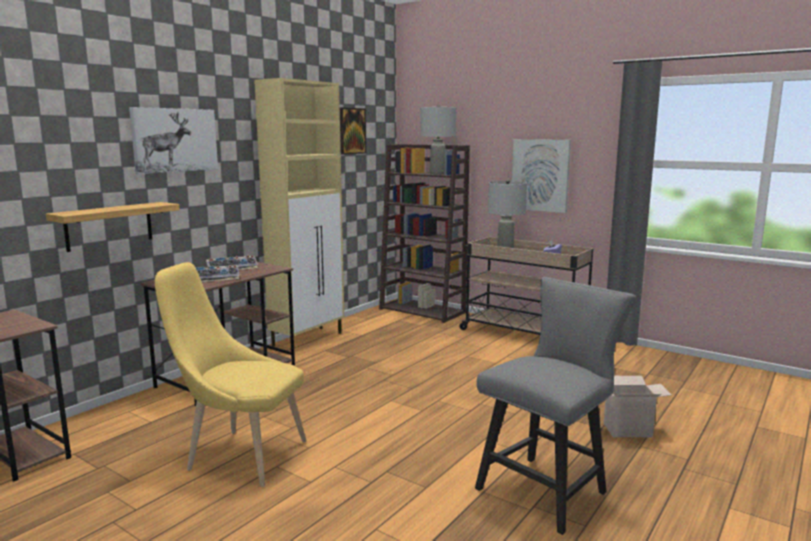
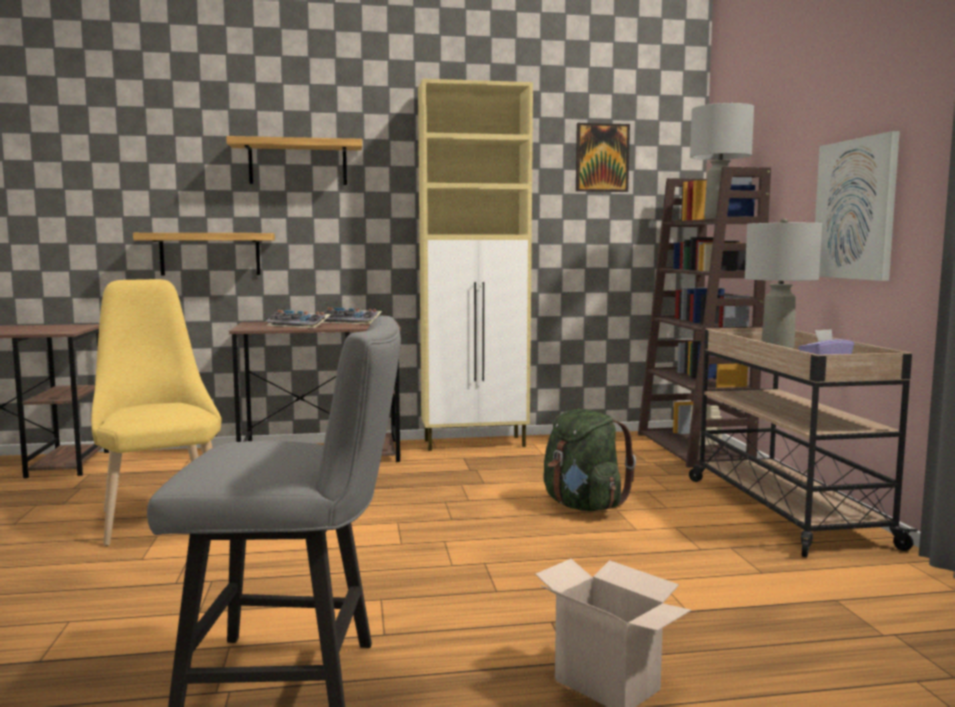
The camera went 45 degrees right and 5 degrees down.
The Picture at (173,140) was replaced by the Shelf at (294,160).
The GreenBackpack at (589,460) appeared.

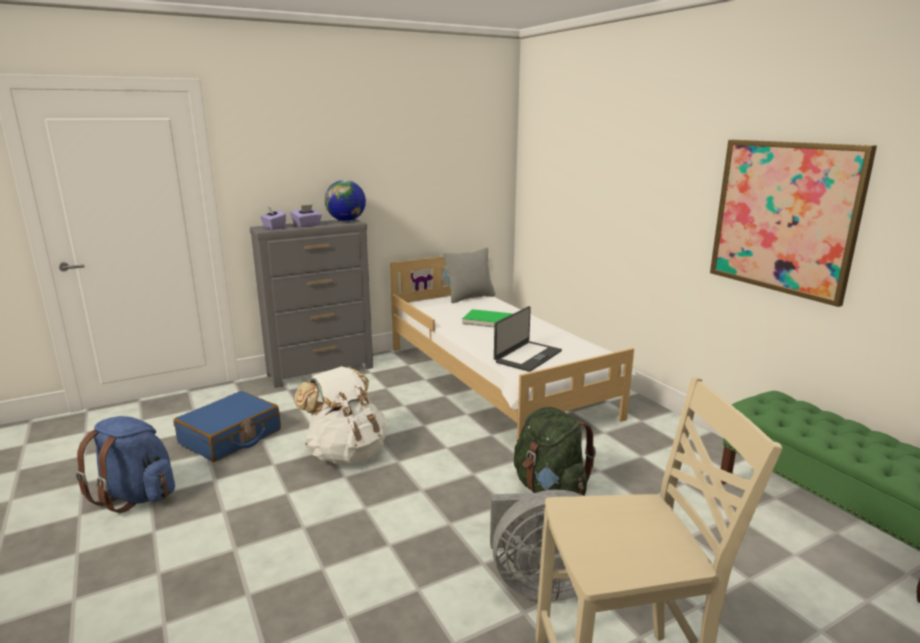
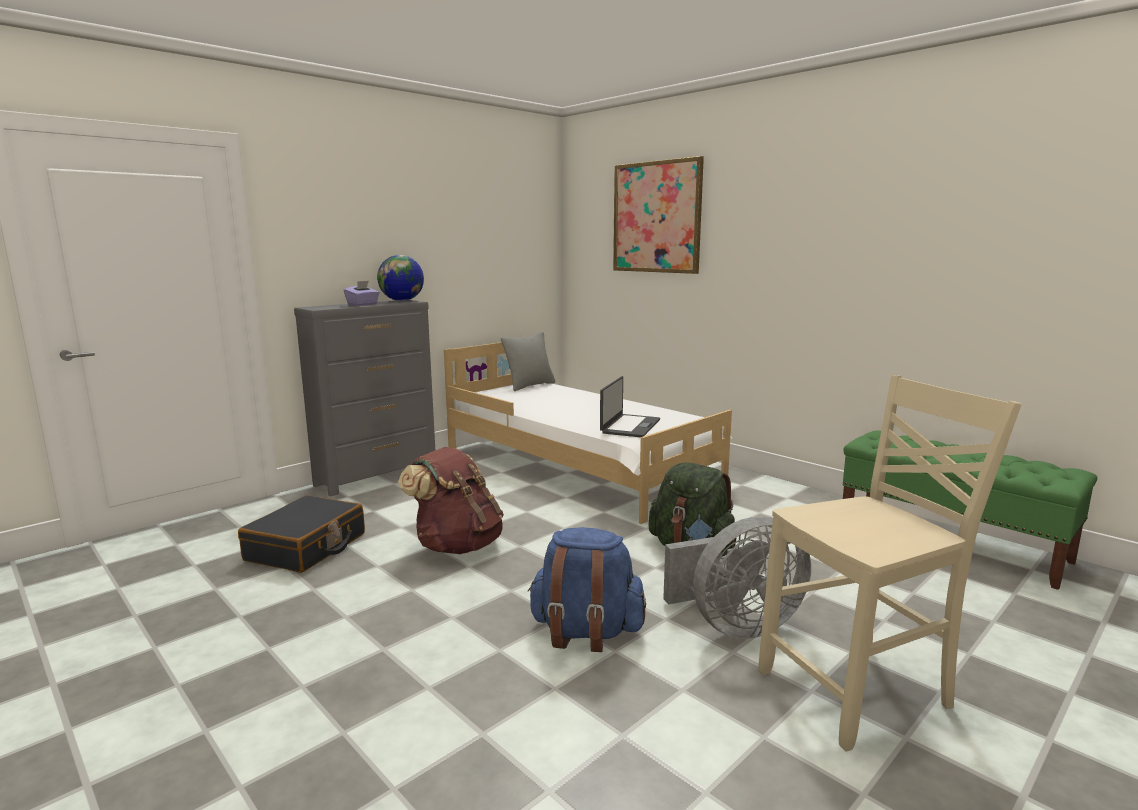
The camera went 15 degrees left and 5 degrees down.
The BlueBackpack moved from (125,464) to (587,589).
The BlueSuitcase at (227,426) became the BlackSuitcase at (301,534).
The PurpleTissueBox at (273,218) disappeared.
The WhiteBackpack at (340,415) became the BrownBackpack at (451,500).
The GreenBook at (487,318) disappeared.
The Picture moved from (793,223) to (658,215).

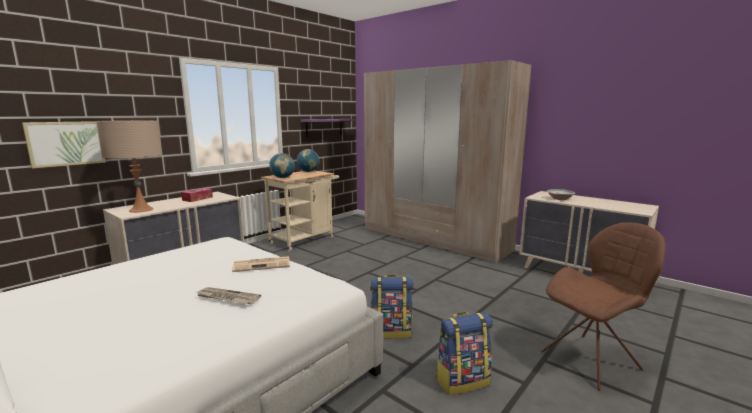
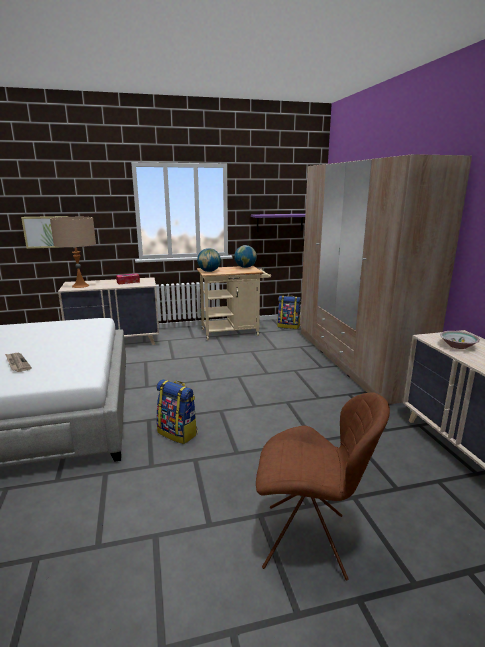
The camera went 35 degrees right and 5 degrees up.
The Newspaper at (261,264) disappeared.
The Backpack moved from (464,353) to (289,312).

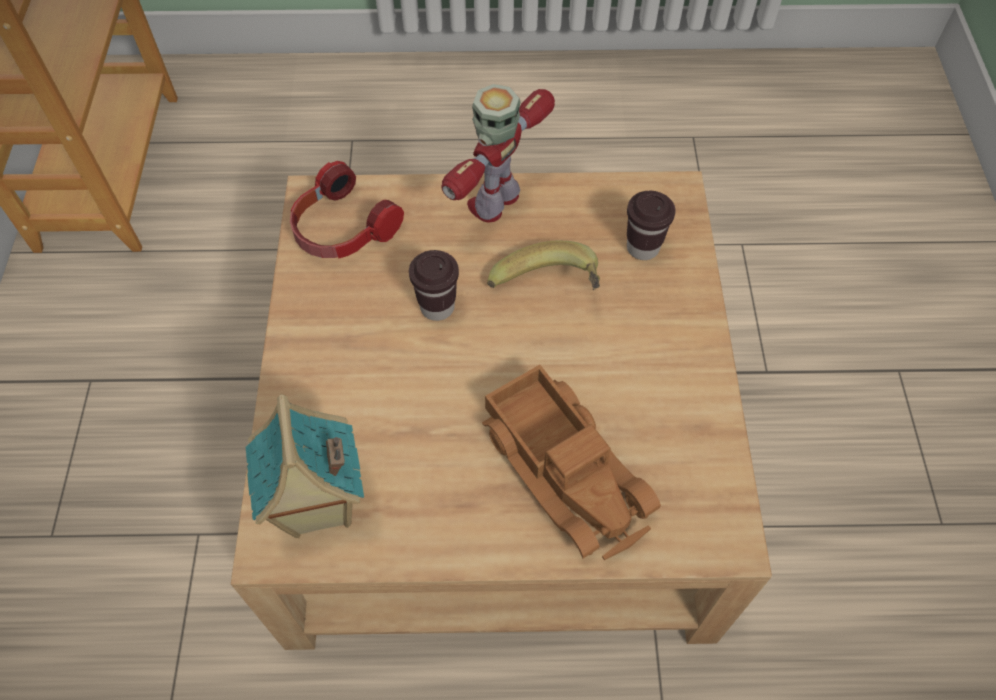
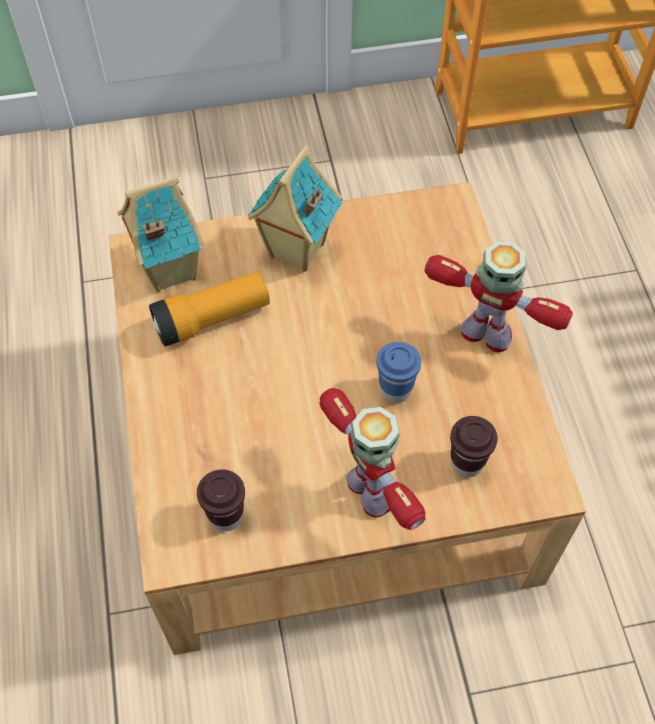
The camera went 80 degrees right and 0 degrees up.
The Headphones at (347,210) disappeared.
The BrownCup moved from (434,285) to (221,500).
The ToyTruck at (571,462) disappeared.
The Banana at (543,265) was replaced by the BlueCup at (399,372).
The Flashlight at (209,309) appeared.
The ToyHouse at (295,208) appeared.
The ToyRobot at (373,459) appeared.

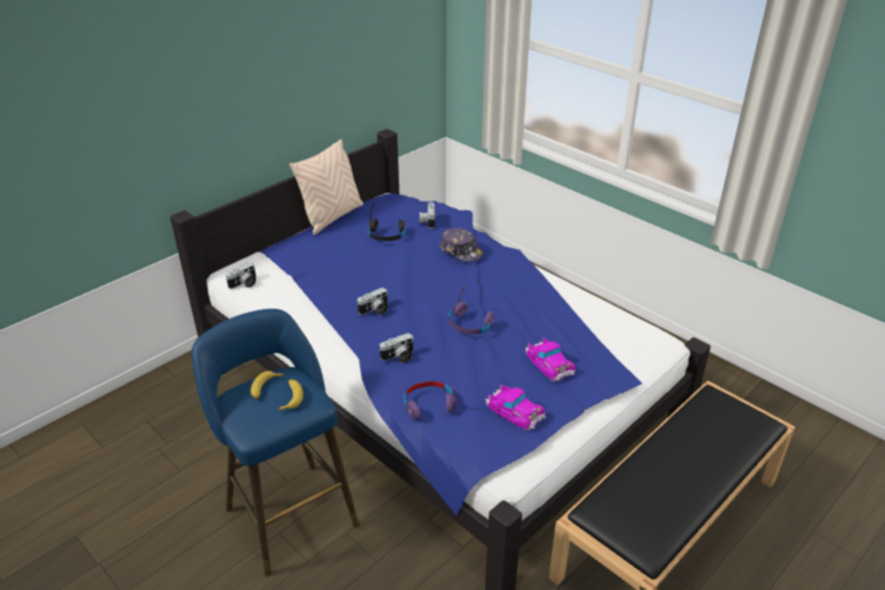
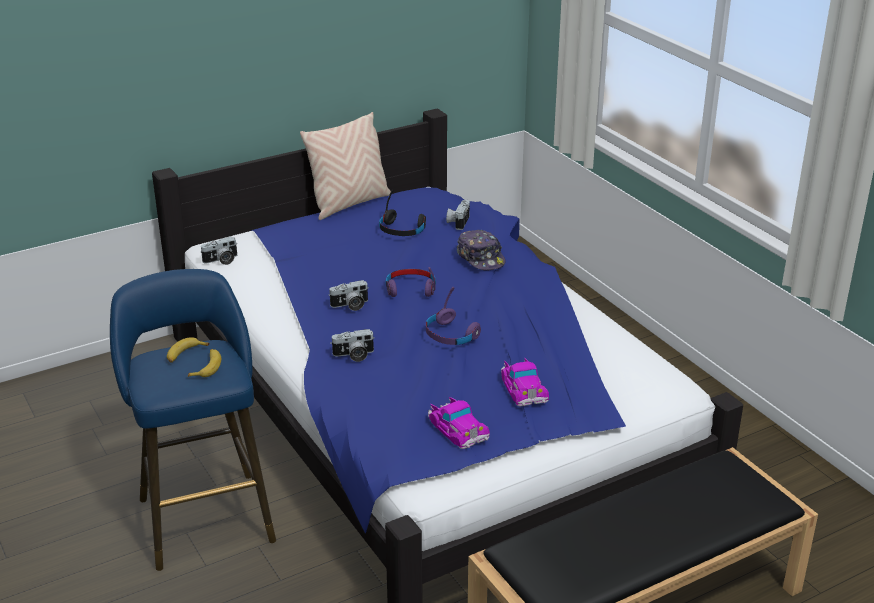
The camera went 15 degrees right and 5 degrees down.
The PurpleHeadphones moved from (430,400) to (411,282).

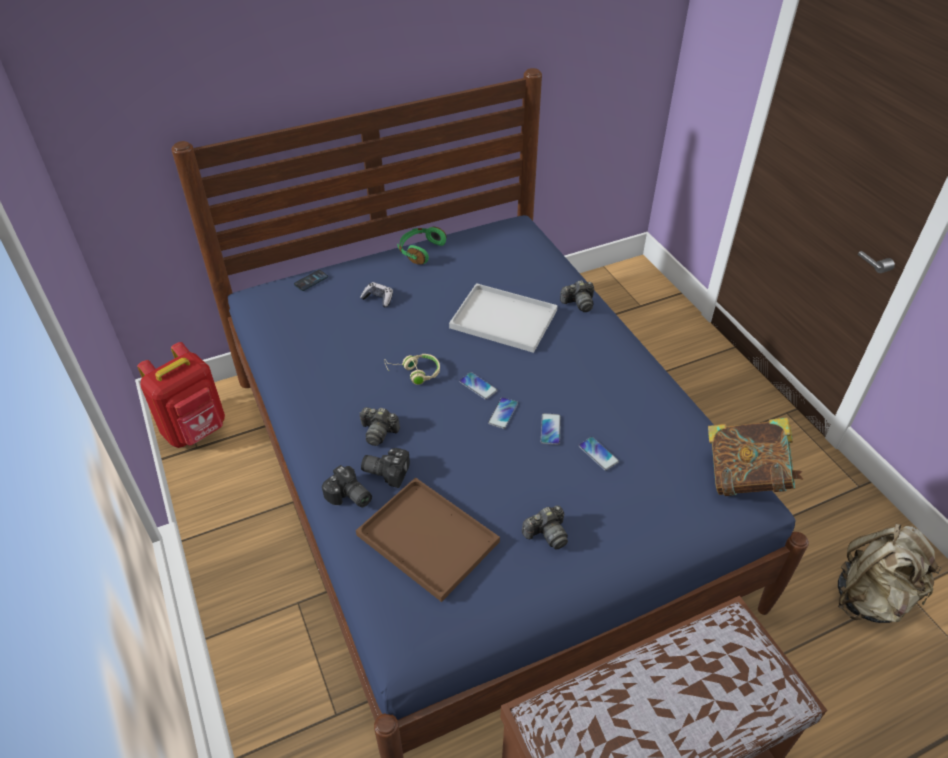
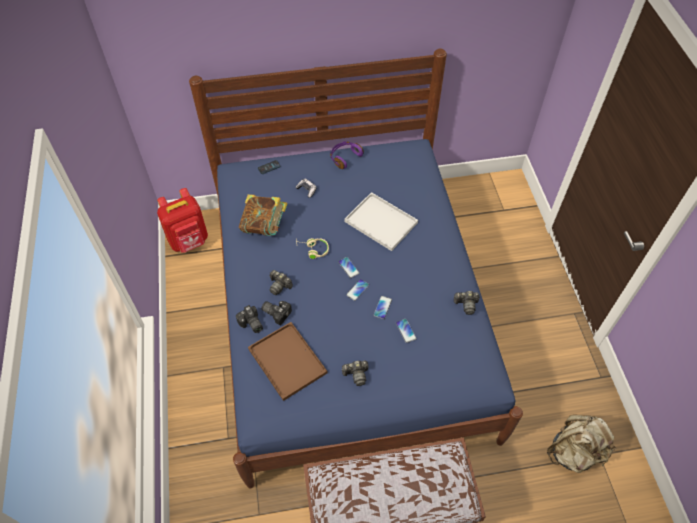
The camera went 15 degrees right and 10 degrees up.
The GreenHeadphones at (422,246) became the PurpleHeadphones at (347,155).
The PhotoCamera moved from (577,296) to (467,303).
The Book moved from (755,456) to (263,215).

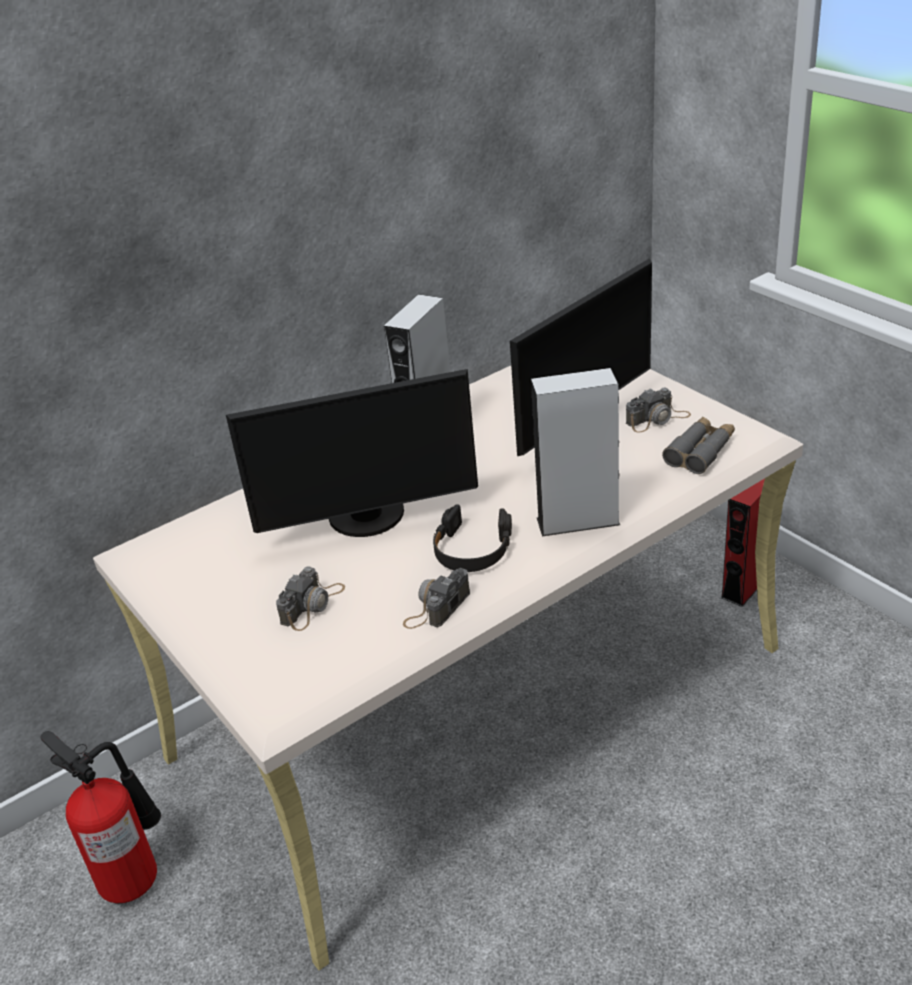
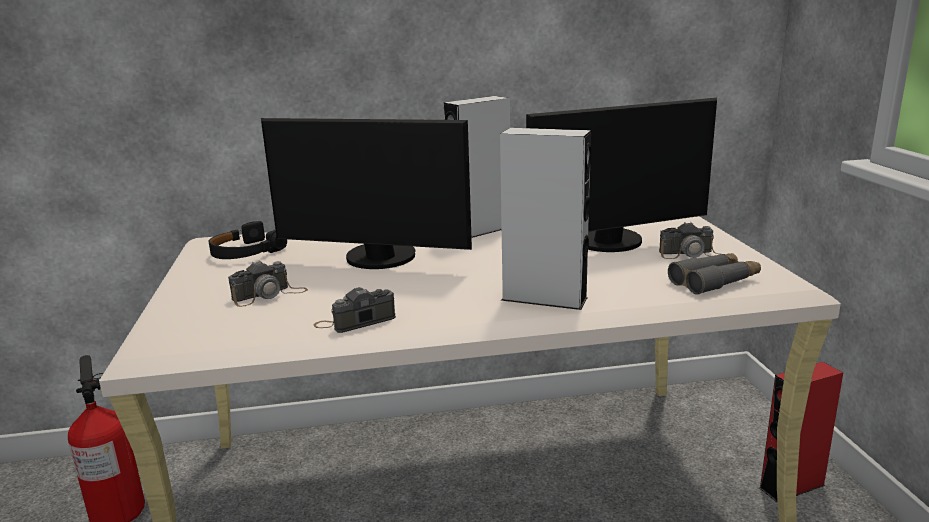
The camera went 25 degrees right and 15 degrees down.
The BlackHeadphones moved from (472,538) to (248,240).

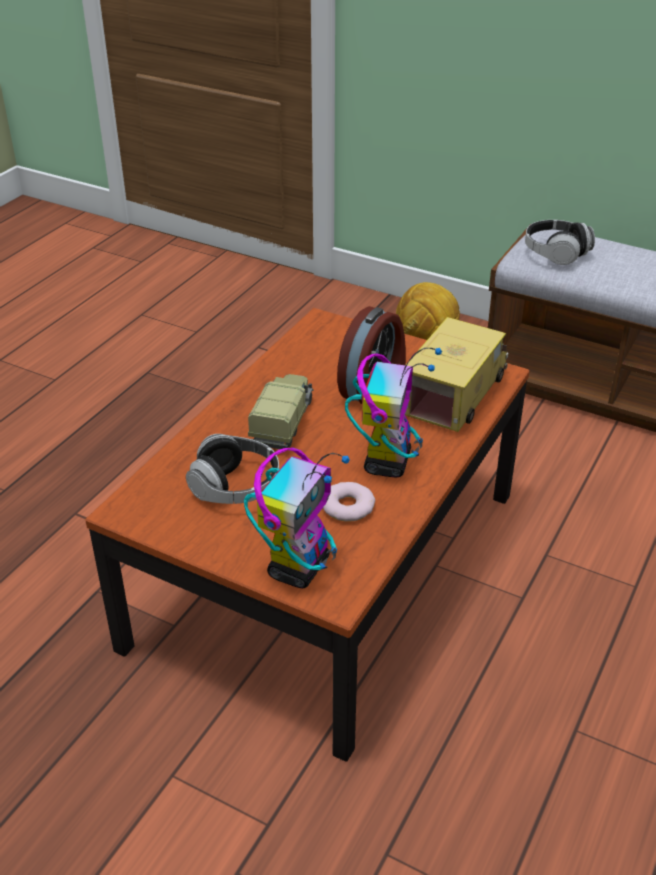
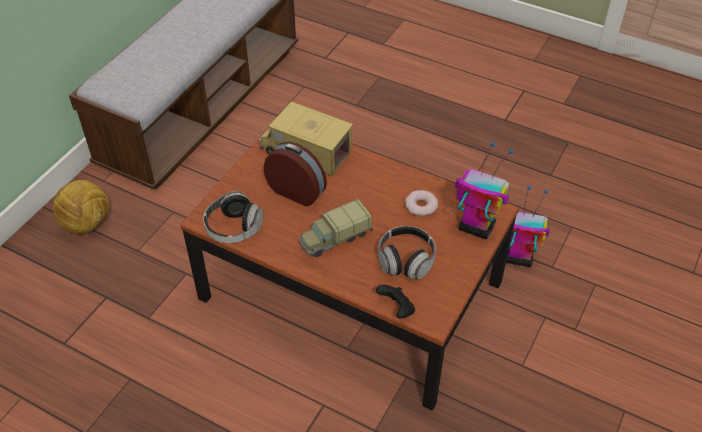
The camera went 90 degrees left and 10 degrees up.
The ToyTruck at (281,411) turned 45 degrees counterclockwise.
The ToyRobot moved from (393,412) to (528,226).
The Headphones moved from (560,242) to (233,217).
The BlackGameController at (395,302) appeared.

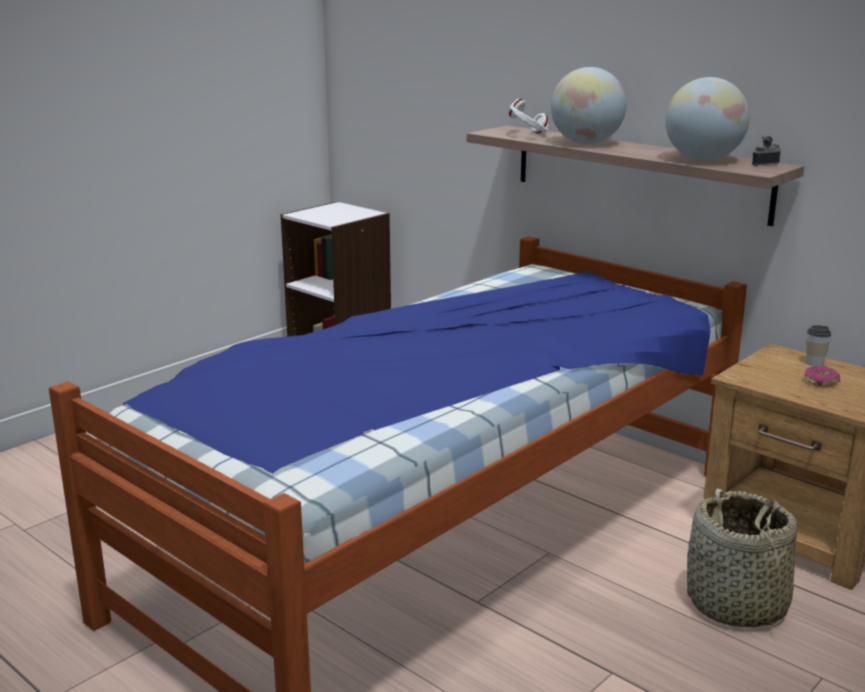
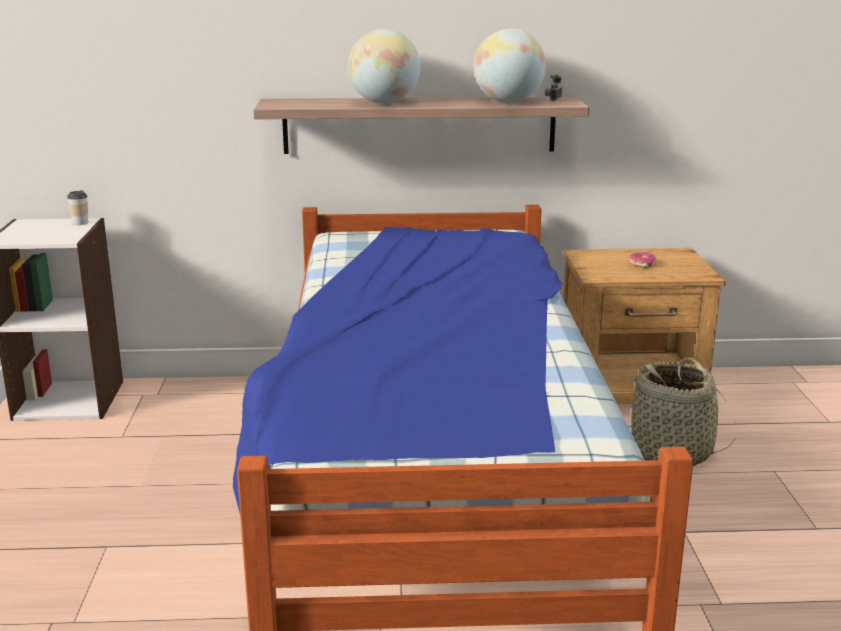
The camera went 45 degrees left and 0 degrees up.
The WhiteHeadphones at (528,116) disappeared.
The Cup moved from (818,345) to (77,207).

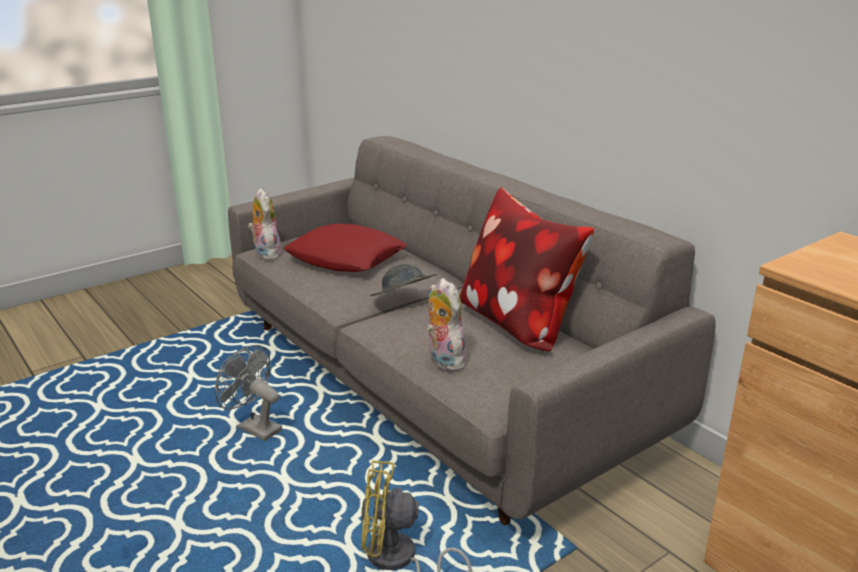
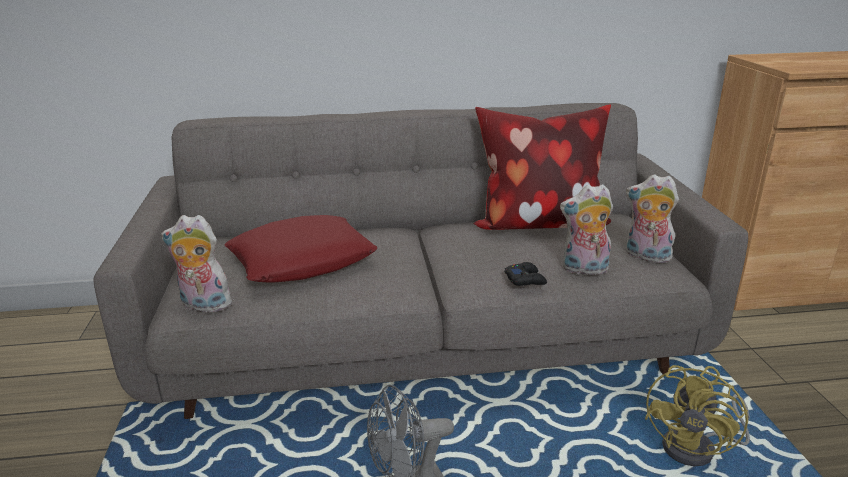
The camera went 60 degrees left and 0 degrees up.
The GreyHat at (403,280) disappeared.
The BlackGameController at (526,274) appeared.
The PlushToy at (652,218) appeared.

